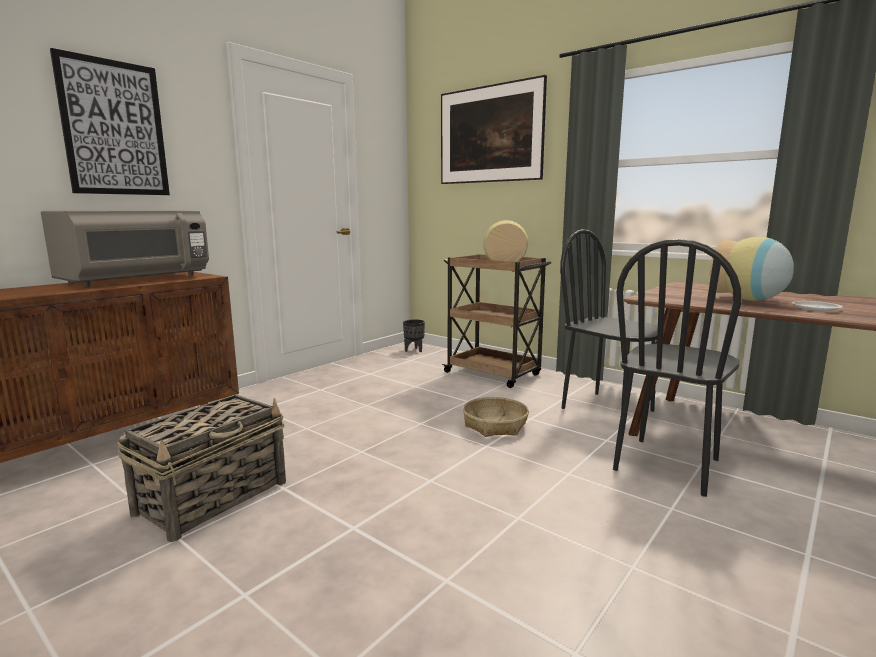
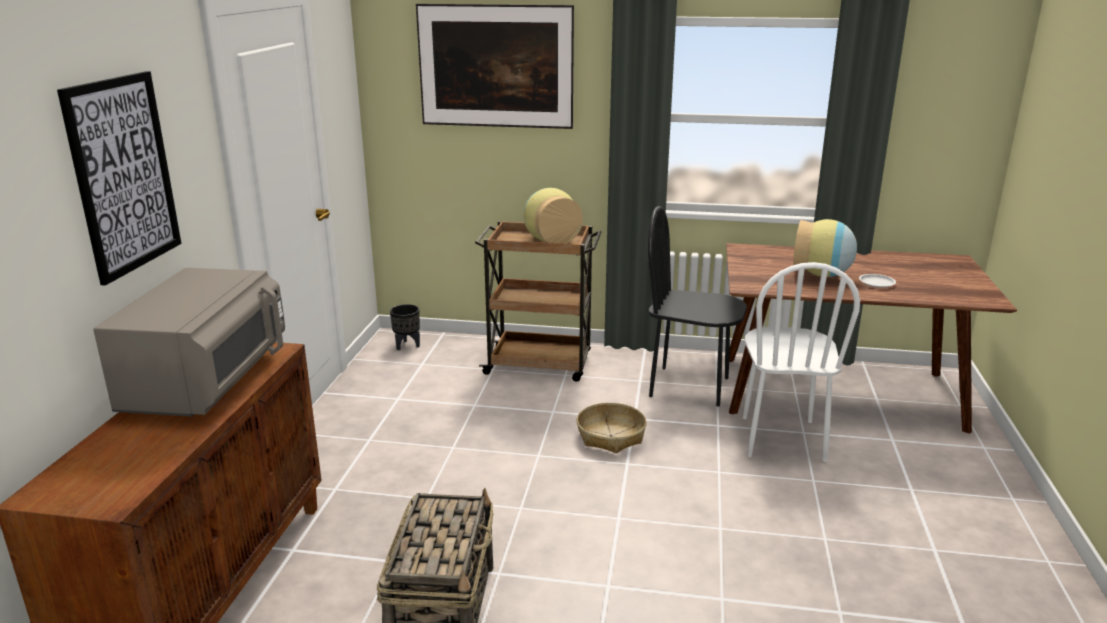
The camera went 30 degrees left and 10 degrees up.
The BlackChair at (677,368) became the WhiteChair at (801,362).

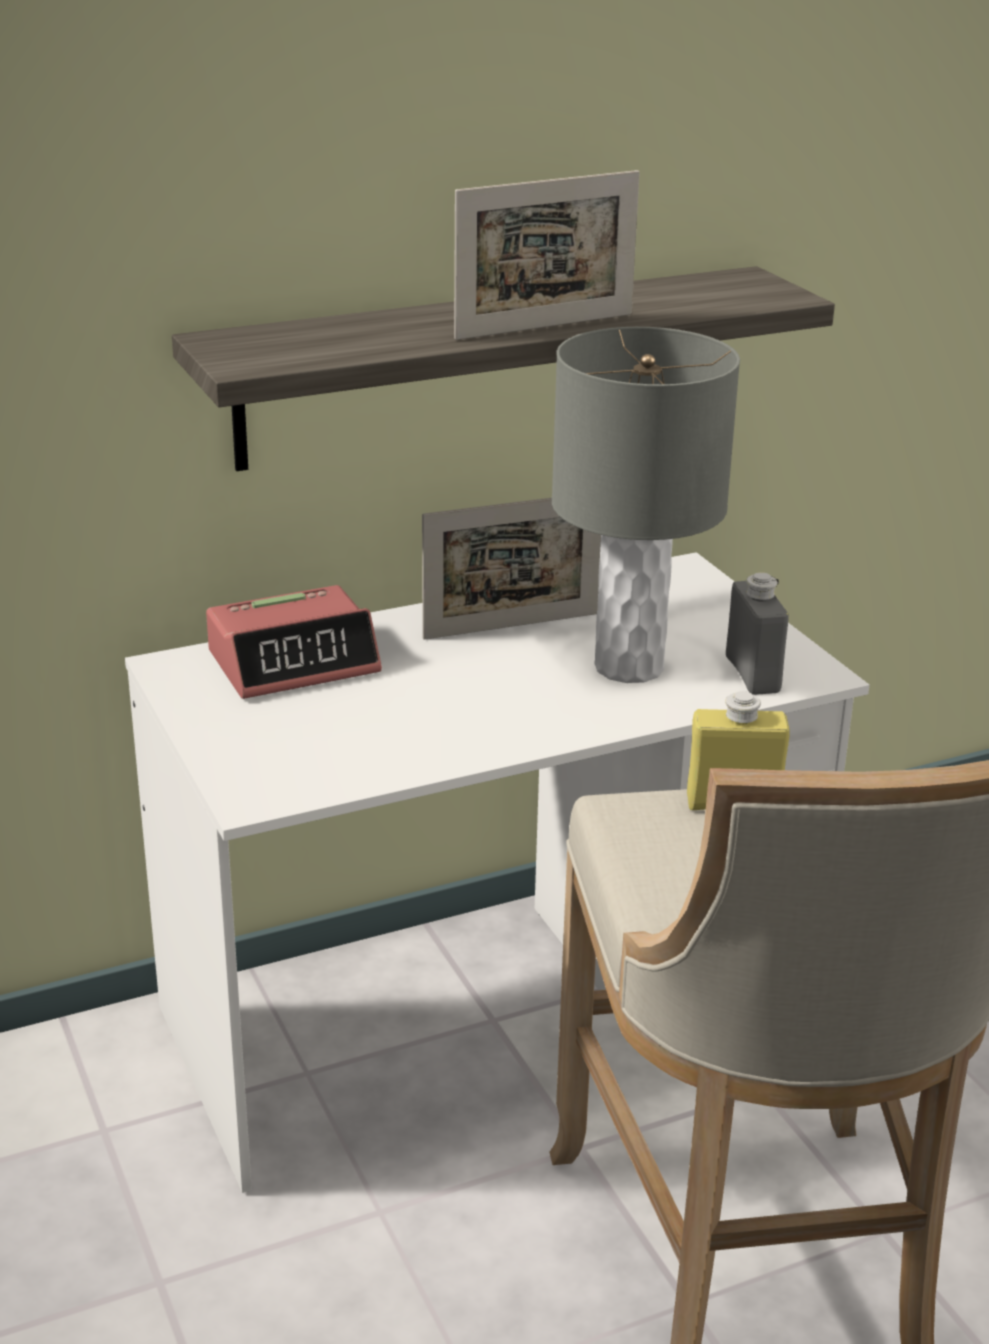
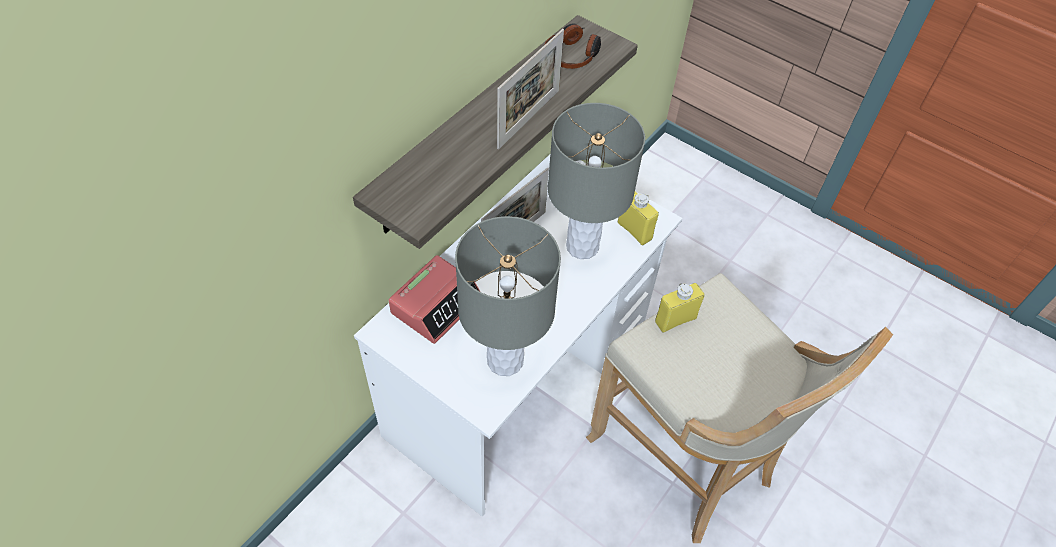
The camera went 30 degrees left and 25 degrees up.
The GreyBottle at (757,633) became the YellowBottle at (638,218).
The GreyTableLamp at (508,296) appeared.
The Headphones at (573,46) appeared.

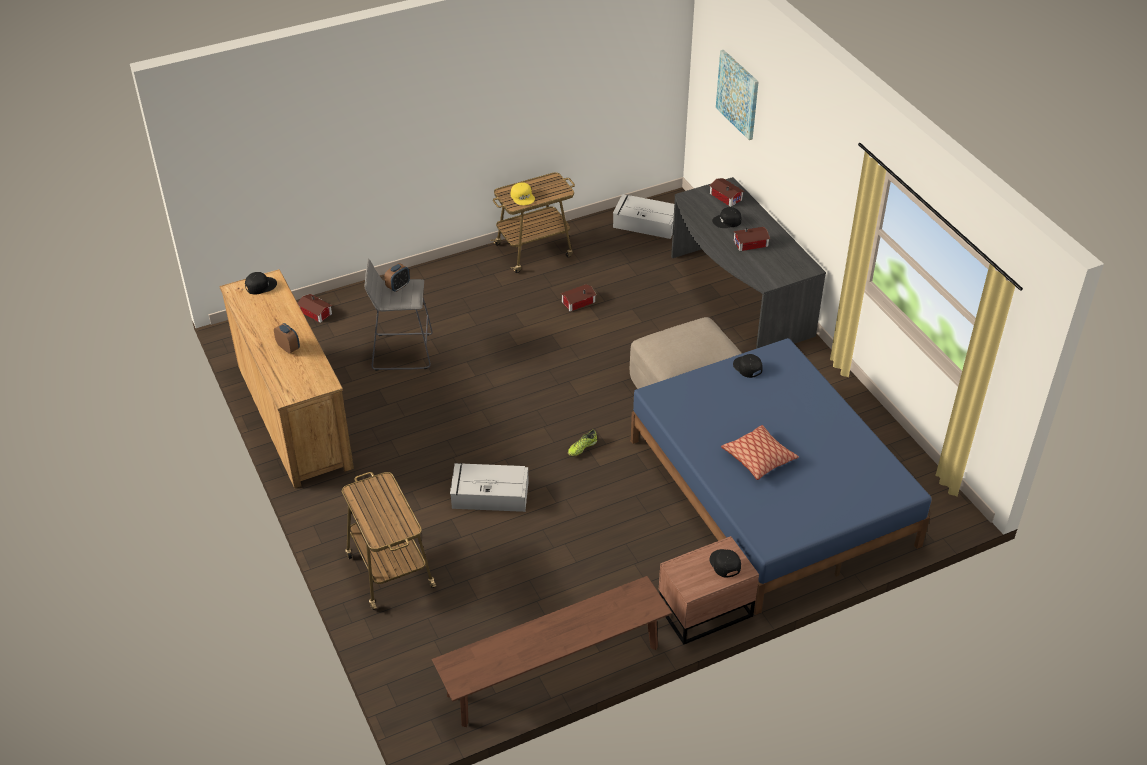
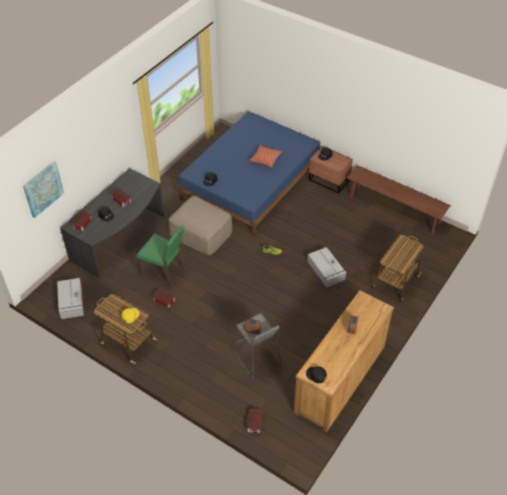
The camera went 120 degrees left and 5 degrees up.
The GreenChair at (161,256) appeared.

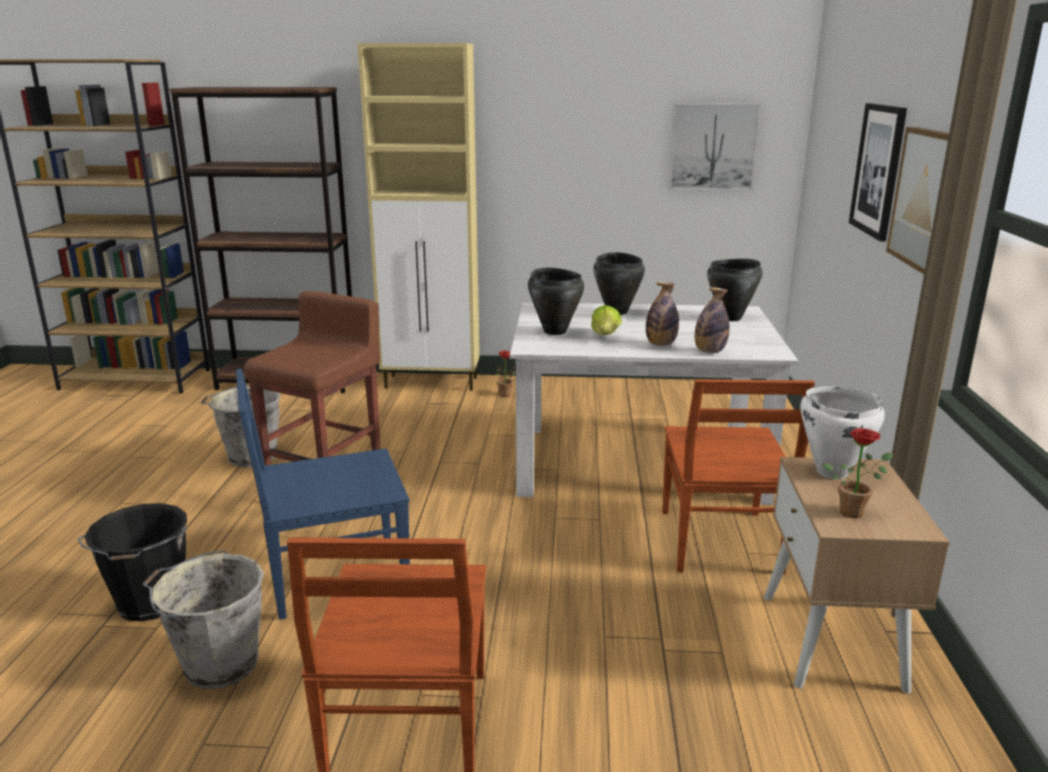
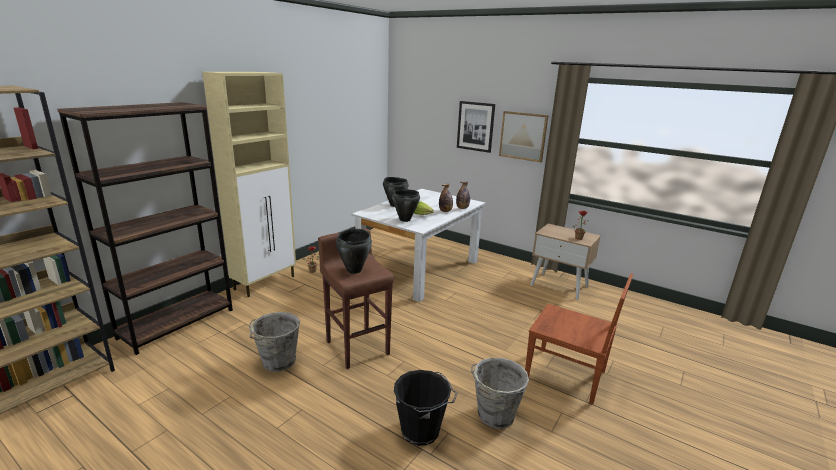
The camera went 60 degrees left and 0 degrees up.
The BlueChair at (323,494) disappeared.
The BrownChair at (738,476) disappeared.
The Picture at (715,147) disappeared.
The BlackCookingPot moved from (734,290) to (354,251).
The WhiteCookingPot at (842,433) disappeared.

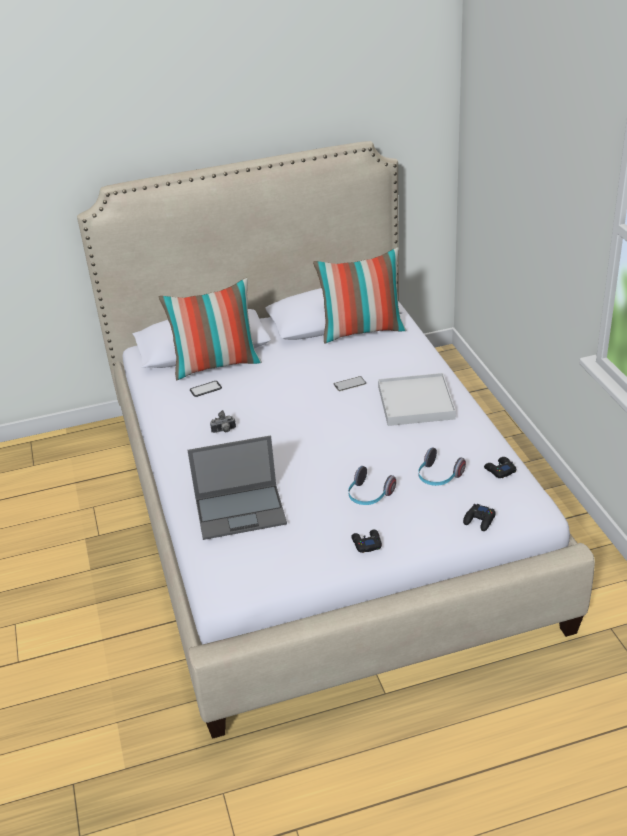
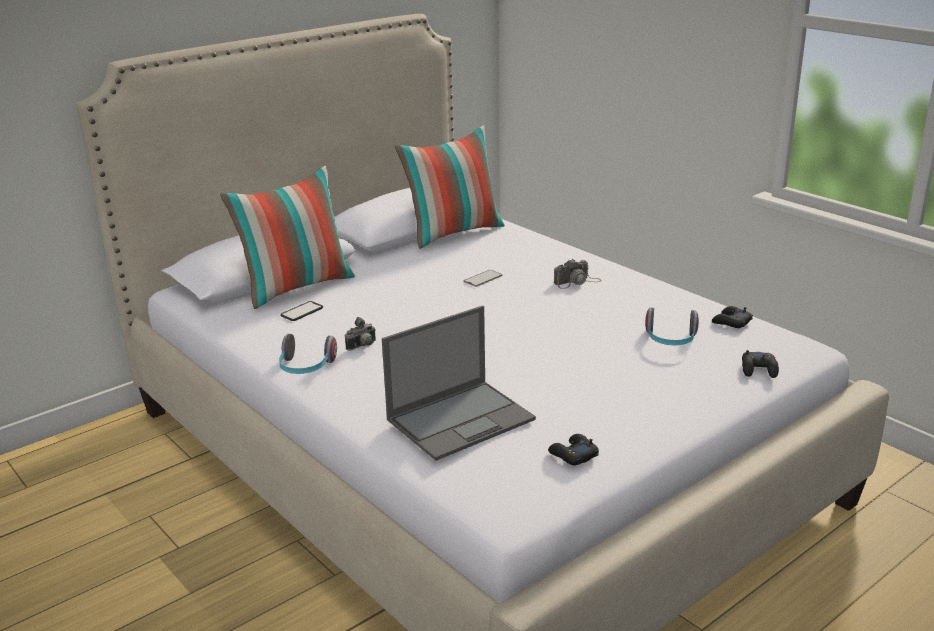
The camera went 25 degrees left and 10 degrees down.
The Headphones moved from (372,485) to (308,354).
The BlackGameController moved from (366,541) to (573,450).
The WhiteTray at (417,399) was replaced by the PhotoCamera at (578,274).

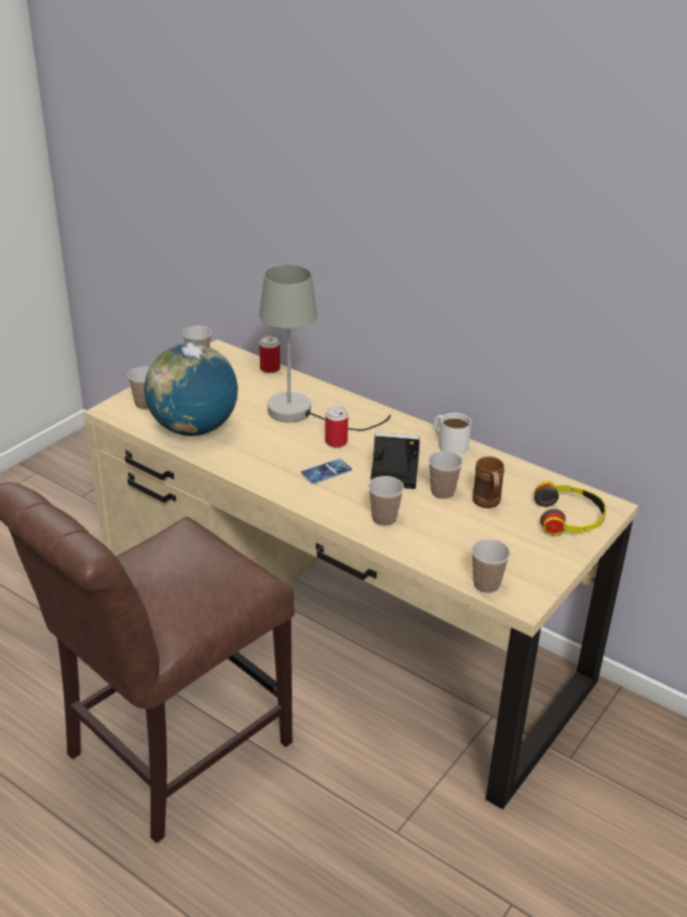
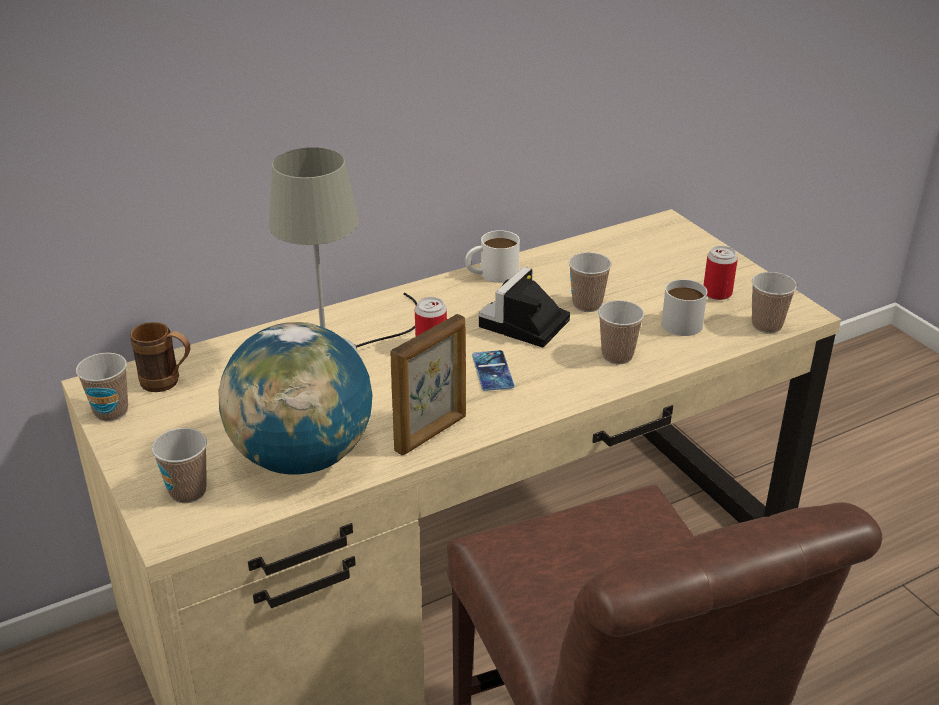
The camera went 65 degrees left and 0 degrees up.
The Can moved from (269,354) to (720,273).
The BrownMug moved from (488,482) to (160,357).
The Headphones at (570,508) disappeared.
The PictureFrame at (428,384) appeared.
The WhiteMug at (684,307) appeared.

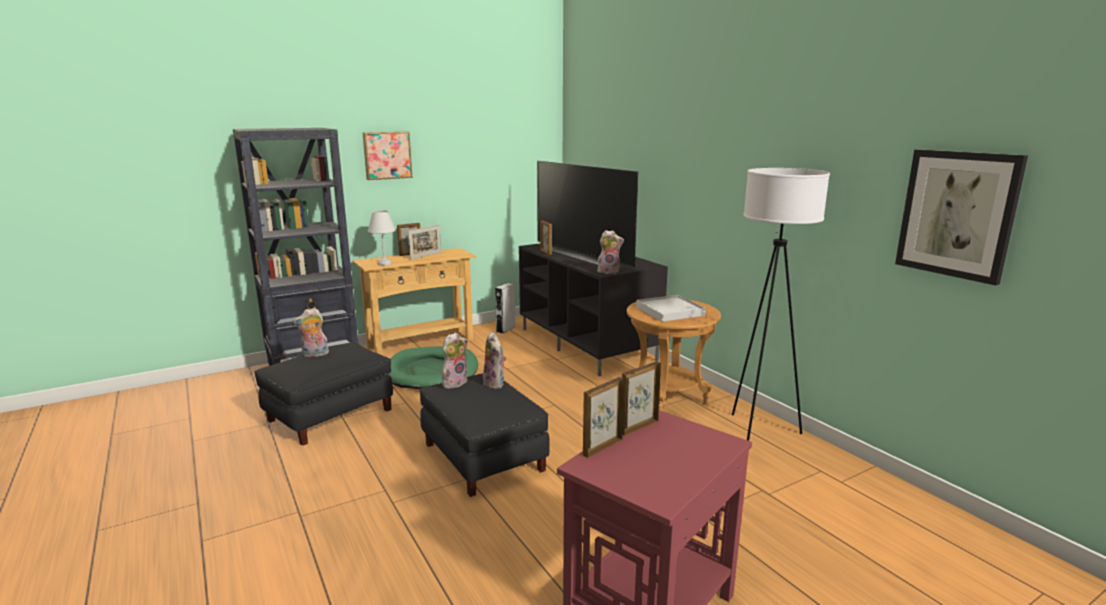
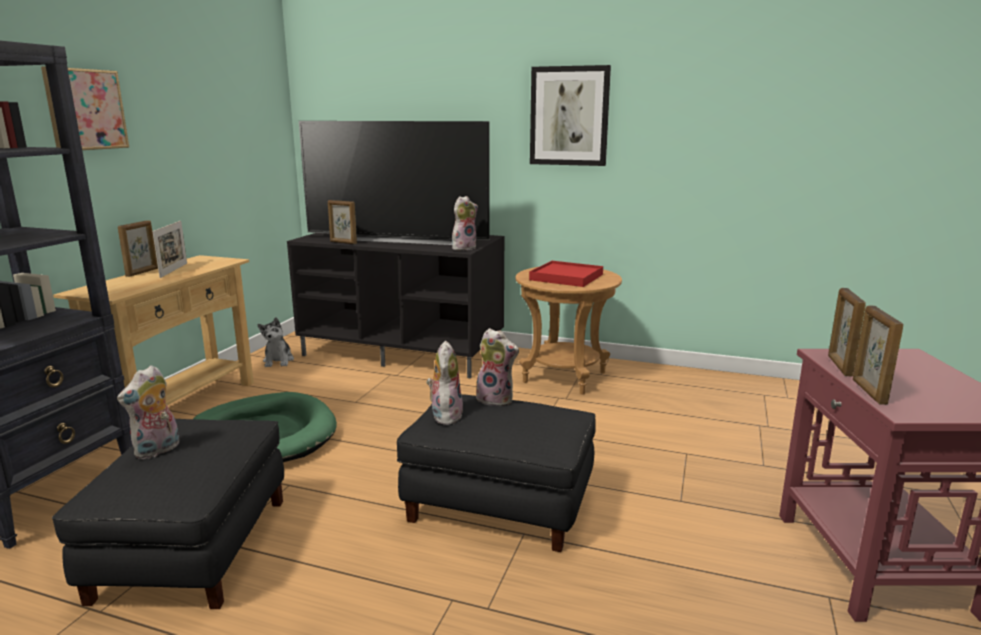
The camera went 40 degrees left and 0 degrees up.
The WhiteTableLamp at (382,237) disappeared.
The GreySpeaker at (505,308) was replaced by the PlushToy at (276,342).
The WhiteTray at (671,308) became the RedTray at (566,274).
The WhiteFloorLamp at (781,304) disappeared.
The Picture moved from (961,217) to (570,115).

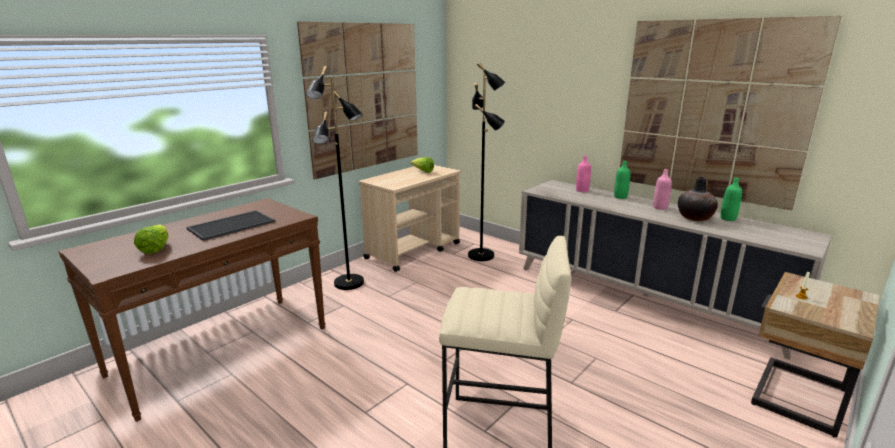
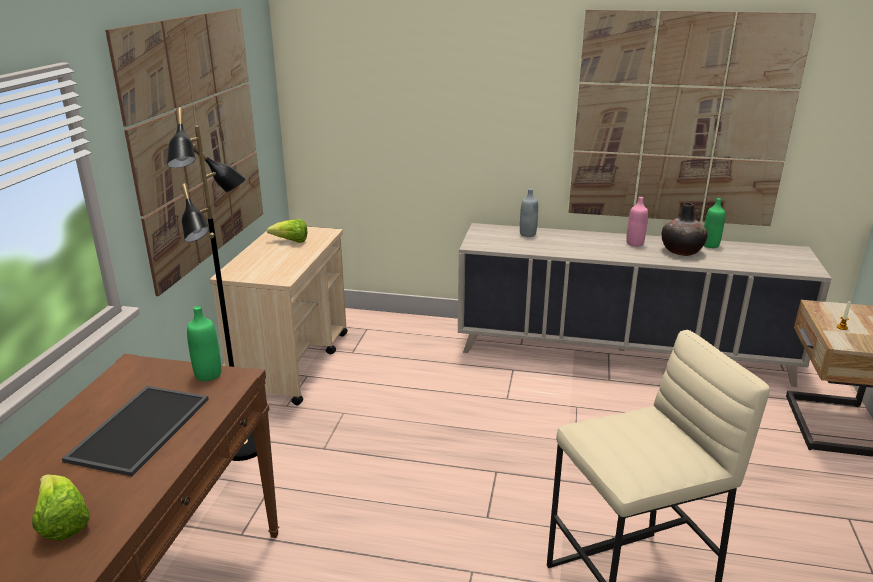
The camera went 30 degrees left and 5 degrees up.
The BlackFloorLamp at (487,161) disappeared.
The PinkBottle at (583,174) became the GreyBottle at (529,212).
The GreenBottle moved from (622,180) to (204,343).

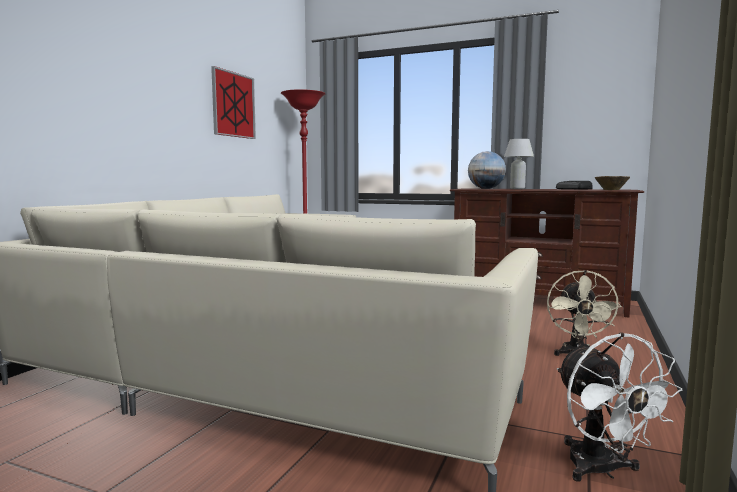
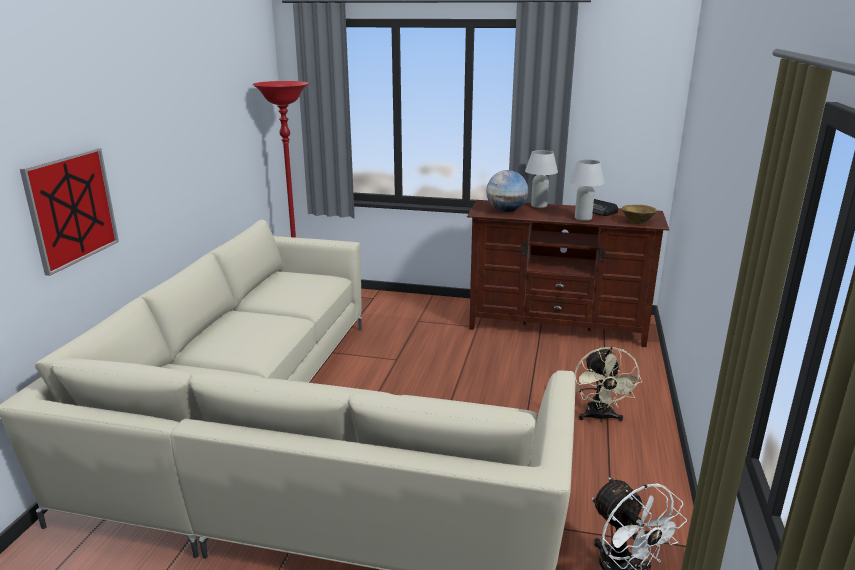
The camera went 10 degrees left and 15 degrees up.
The Picture moved from (233,102) to (69,212).
The WhiteTableLamp at (587,190) appeared.

